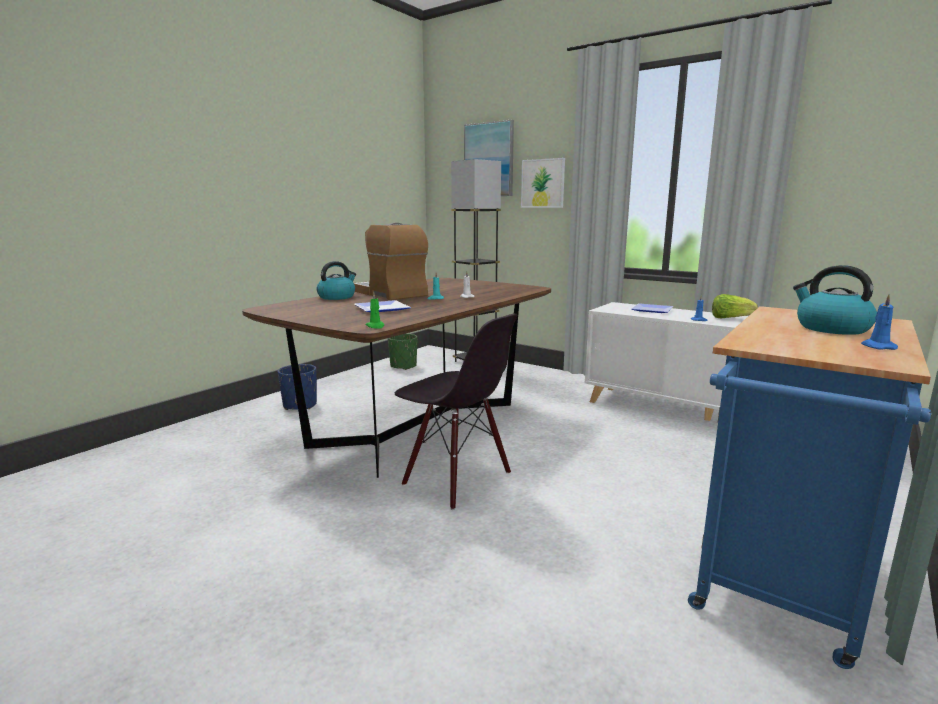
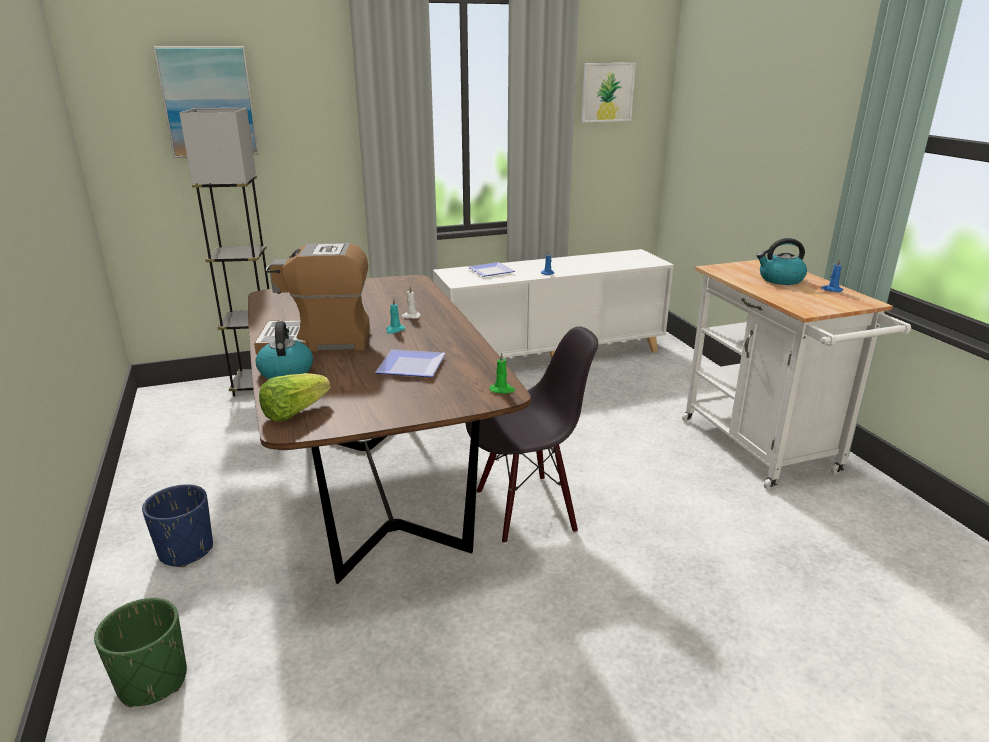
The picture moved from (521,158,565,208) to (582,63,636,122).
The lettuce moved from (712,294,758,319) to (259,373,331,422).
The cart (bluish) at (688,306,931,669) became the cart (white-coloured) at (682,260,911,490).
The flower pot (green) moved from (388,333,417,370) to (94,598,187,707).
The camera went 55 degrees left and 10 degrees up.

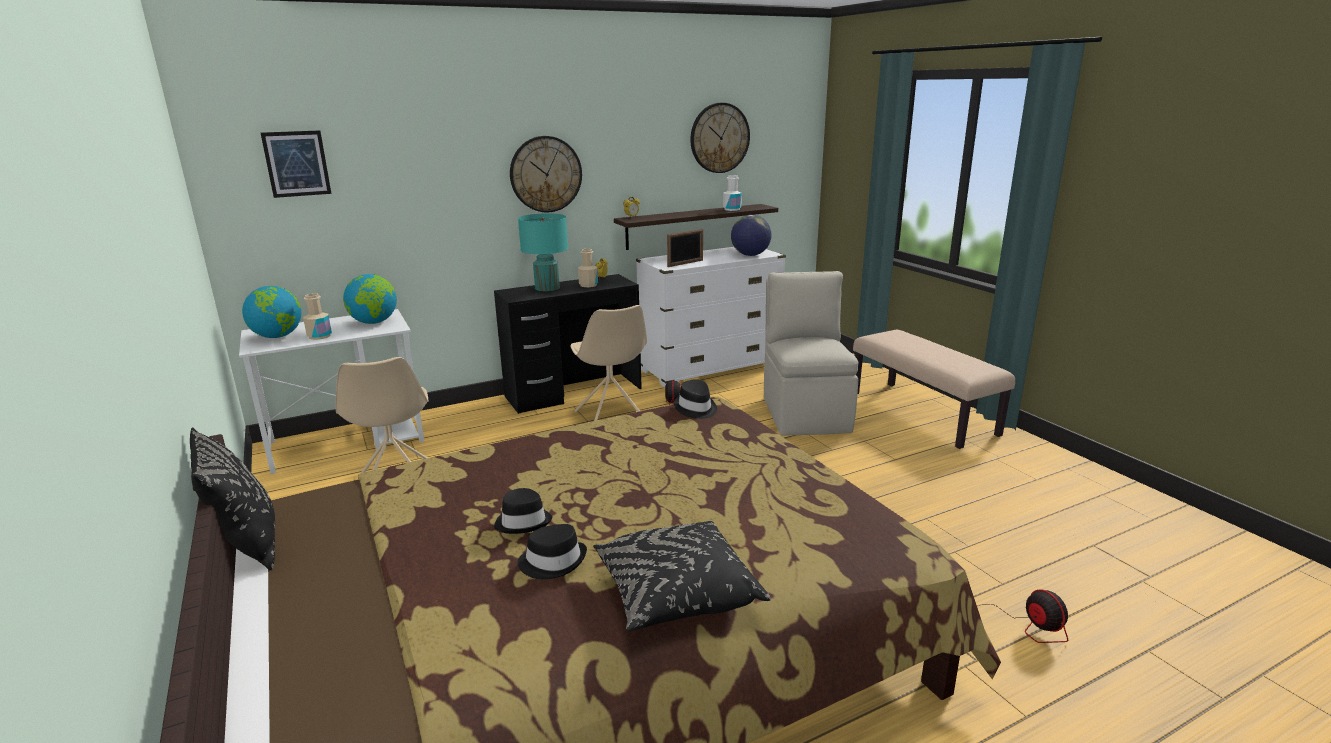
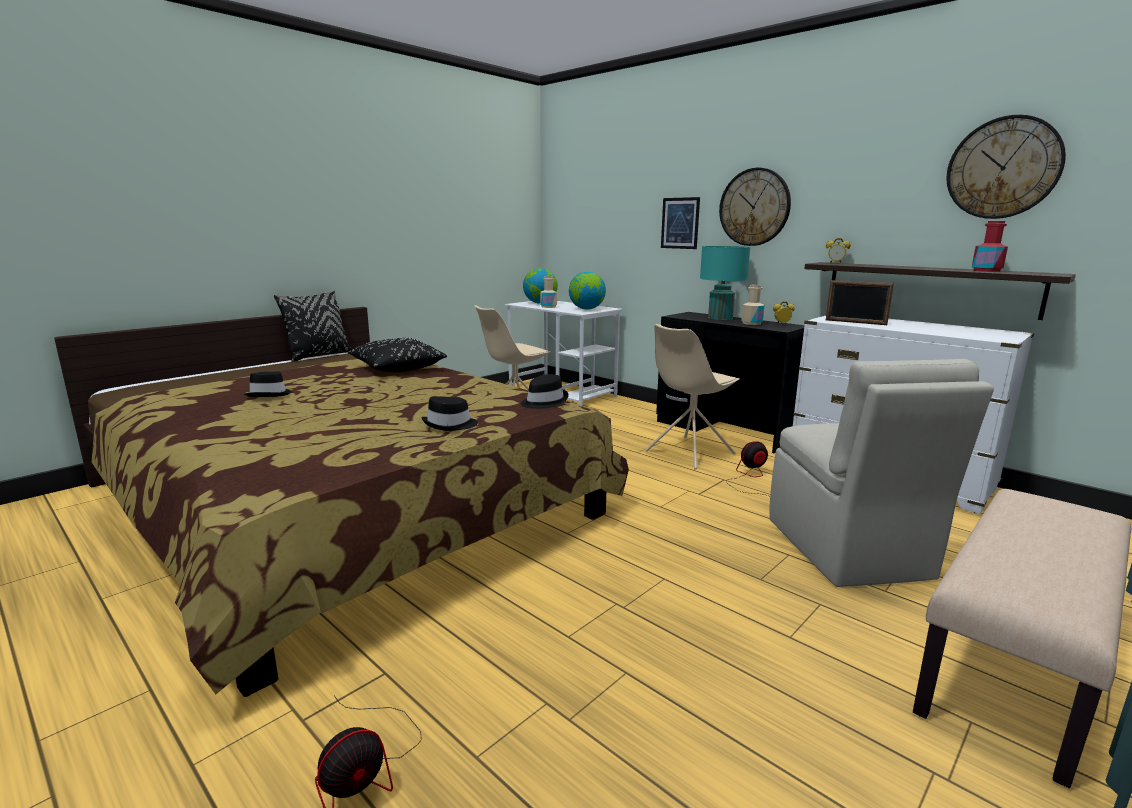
The picture moved from (261,130,331,198) to (661,197,700,249).
The drink bottle (white-coloured) at (723,175,742,211) became the drink bottle (red-coloured) at (972,221,1008,272).
The globe at (731,215,771,256) disappeared.
The plain chair (beige) at (764,271,858,436) turned 105 degrees clockwise.
The wearable hat (blackish) moved from (494,488,552,534) to (421,396,478,431).
The pillow (blackish) moved from (593,521,771,631) to (347,338,447,372).
The camera went 70 degrees right and 5 degrees down.

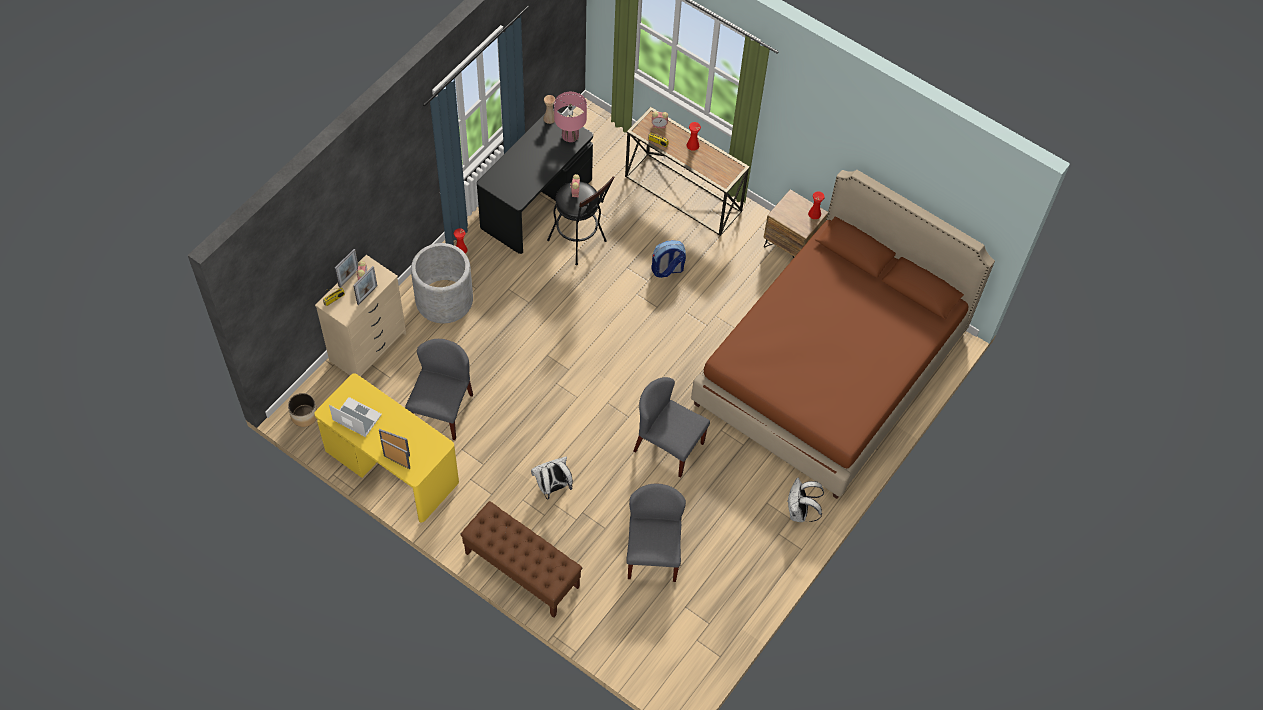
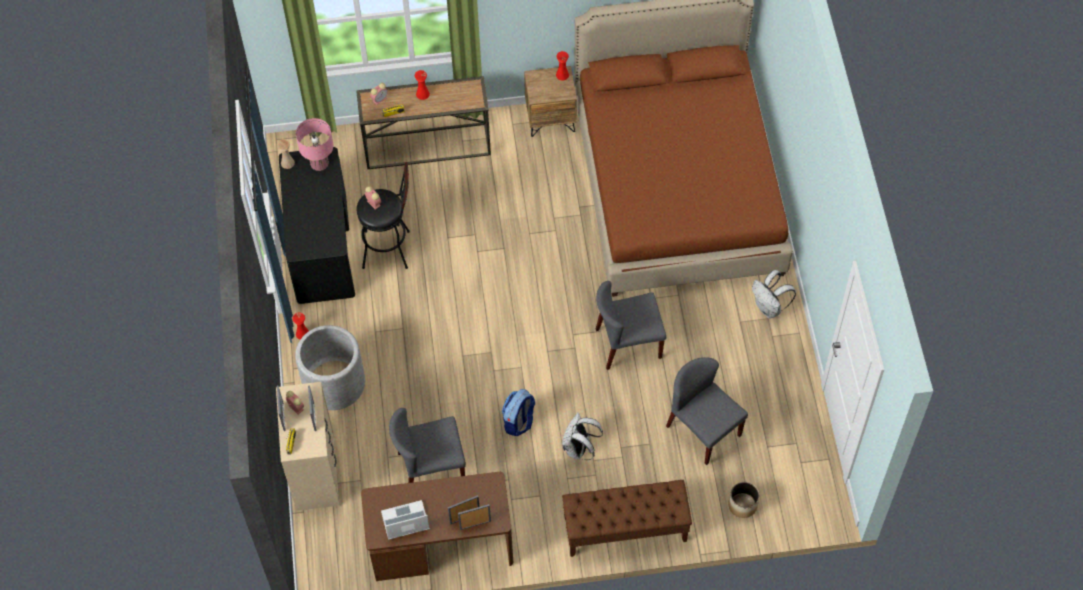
The knapsack moved from (651,240,686,278) to (502,389,535,436).
The plain chair (greyish) at (405,339,473,440) turned 75 degrees counterclockwise.
The desk (yellow-coloured) at (314,373,459,523) became the desk (brownish) at (361,472,513,581).
The flower pot moved from (288,393,317,427) to (728,482,759,518).
The camera went 40 degrees left and 0 degrees up.

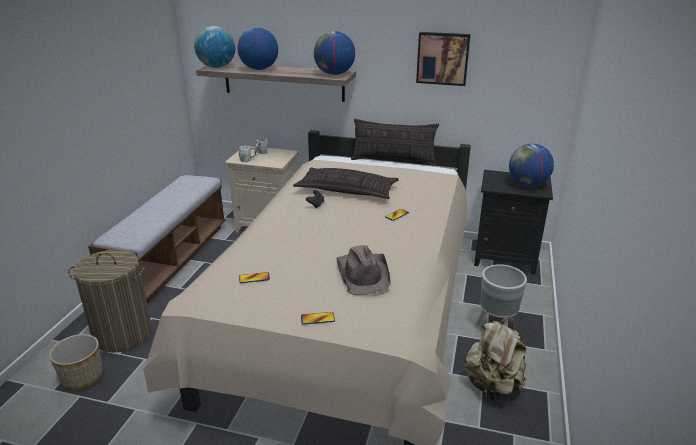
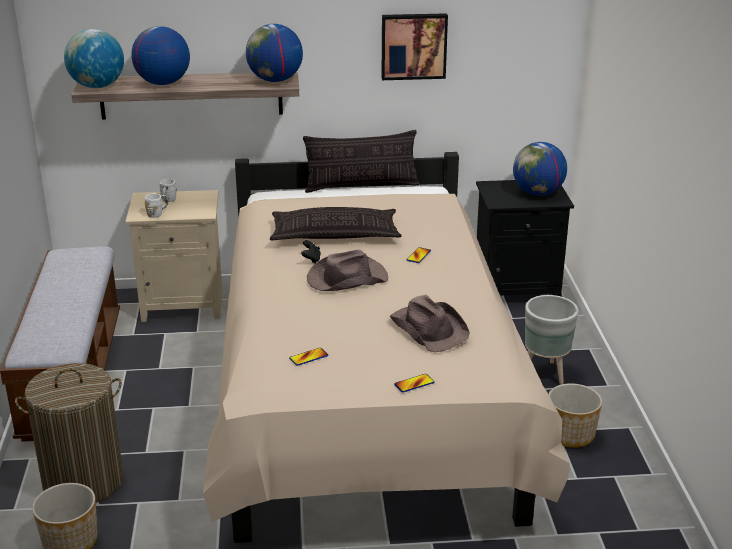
The knapsack (beige) at (465,318,526,400) was replaced by the flower pot at (549,383,602,448).
The wearable hat (brownish) at (307,250,388,291) appeared.
The camera went 20 degrees left and 0 degrees up.

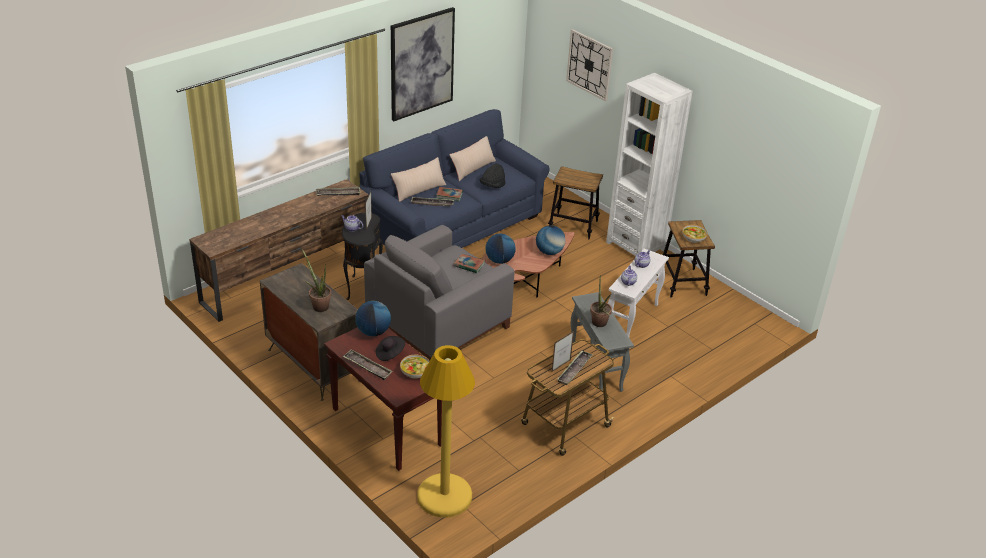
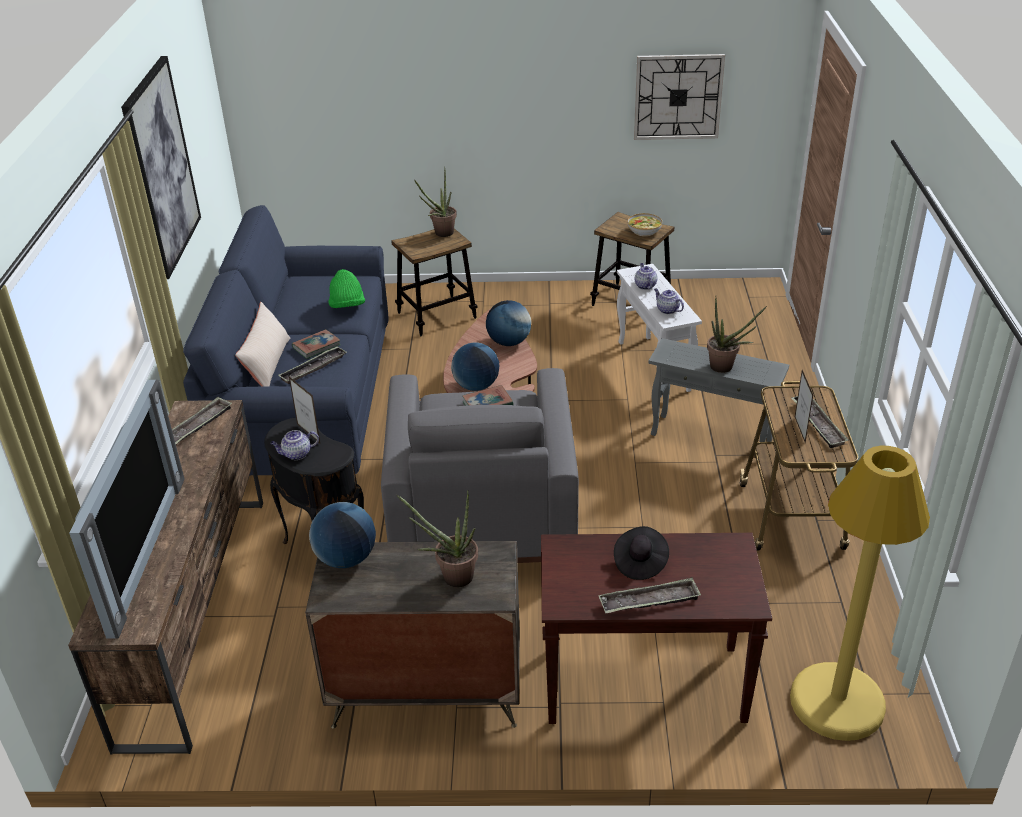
The clock on the wall moved from (566,29,613,101) to (634,54,725,140).
The bookshelf (white-coloured) at (606,73,693,256) disappeared.
The pillow (beige) at (449,136,496,181) disappeared.
The wearable hat (blackish) at (479,164,506,188) became the wearable hat (green) at (328,269,365,308).
The globe moved from (355,301,391,336) to (309,502,376,568).
The deep dish at (400,355,429,378) disappeared.
The potted plant at (414,166,457,237) appeared.
The television at (69,380,185,639) appeared.
The camera went 45 degrees left and 0 degrees up.

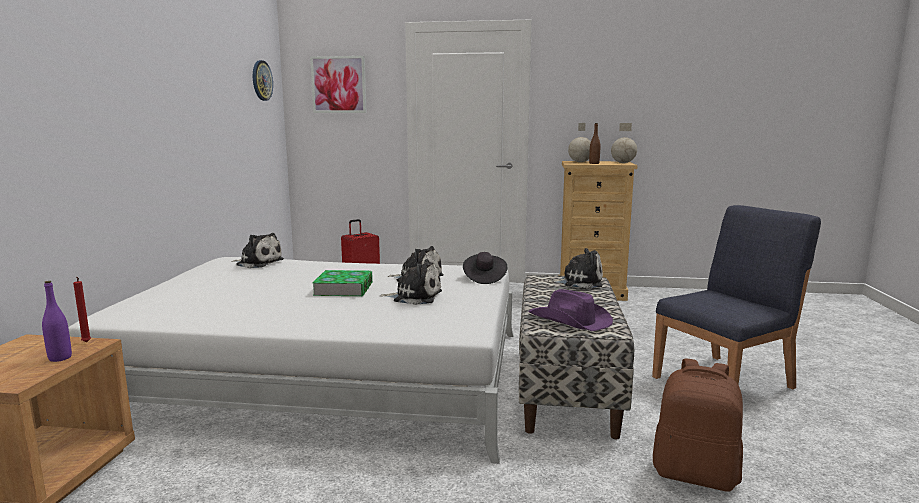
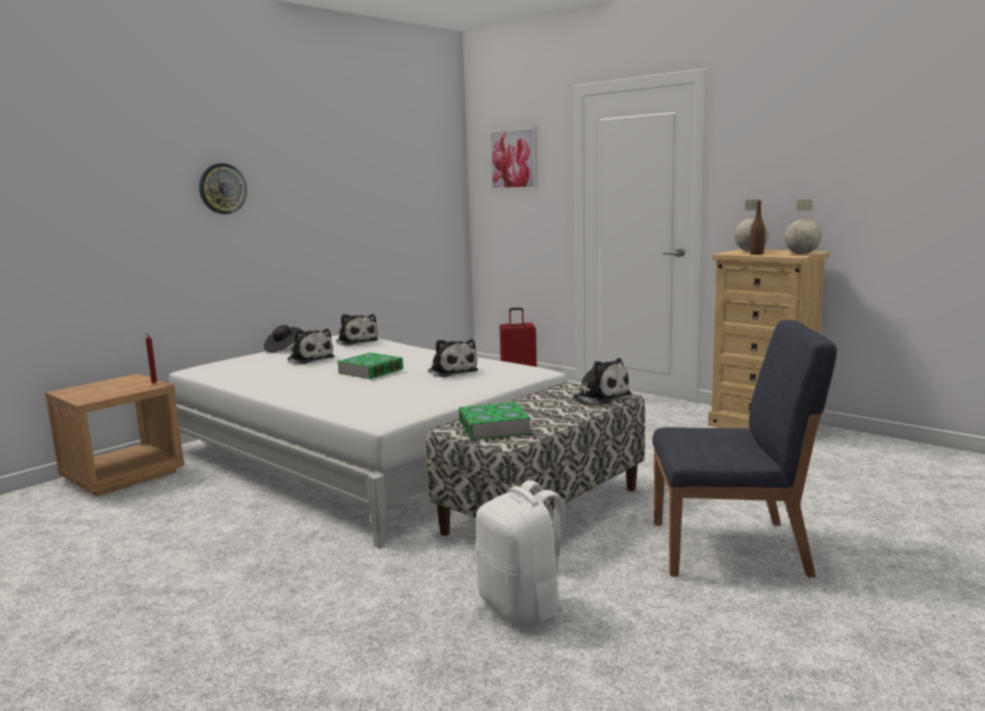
The clock on the wall moved from (253,60,273,101) to (199,163,247,214).
The wearable hat (blackish) moved from (463,252,507,284) to (264,325,302,352).
The cuddly toy moved from (381,259,442,305) to (287,329,335,364).
The drink bottle (purple-coloured) at (42,281,72,362) disappeared.
The wearable hat (purple-coloured) at (529,289,613,331) was replaced by the bound book at (459,402,531,440).
The knapsack (brownish) at (653,359,743,492) became the knapsack (white-coloured) at (476,480,577,628).
The camera went 35 degrees right and 0 degrees up.

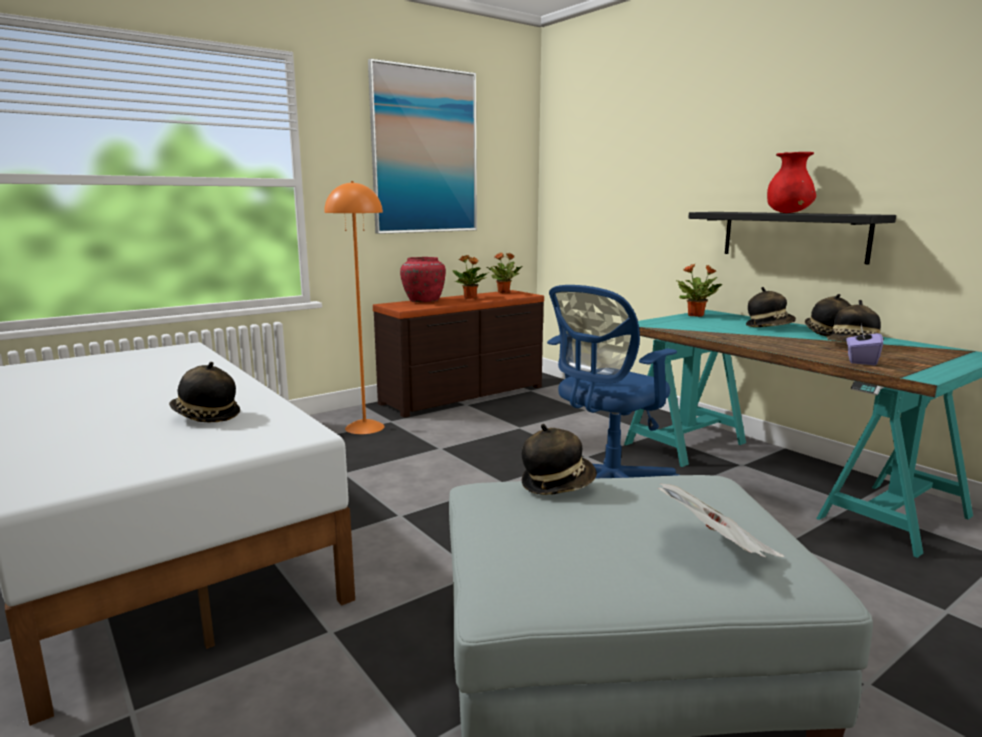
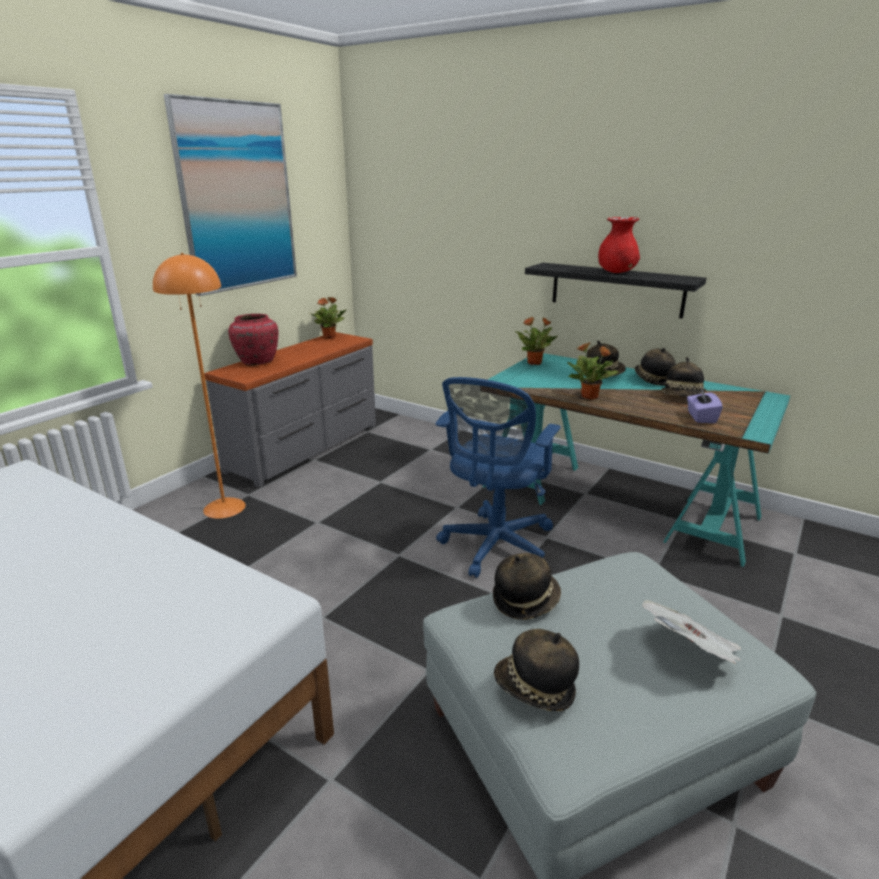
The potted plant moved from (453,255,489,299) to (567,342,619,400).
The chest of drawers (brownish) at (373,290,544,418) became the chest of drawers (greyish) at (204,332,376,487).
The wearable hat moved from (169,362,240,422) to (494,629,579,711).
The camera went 20 degrees left and 10 degrees up.

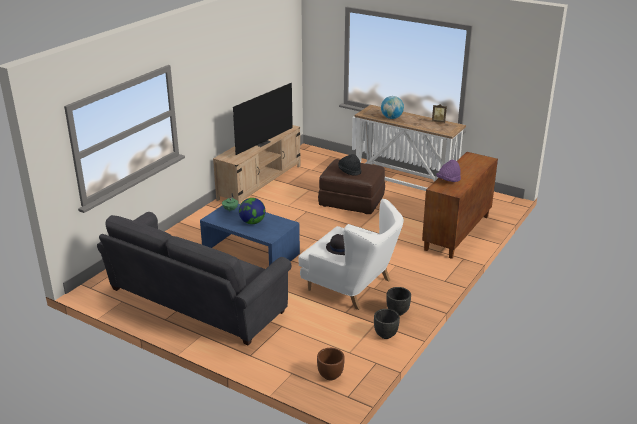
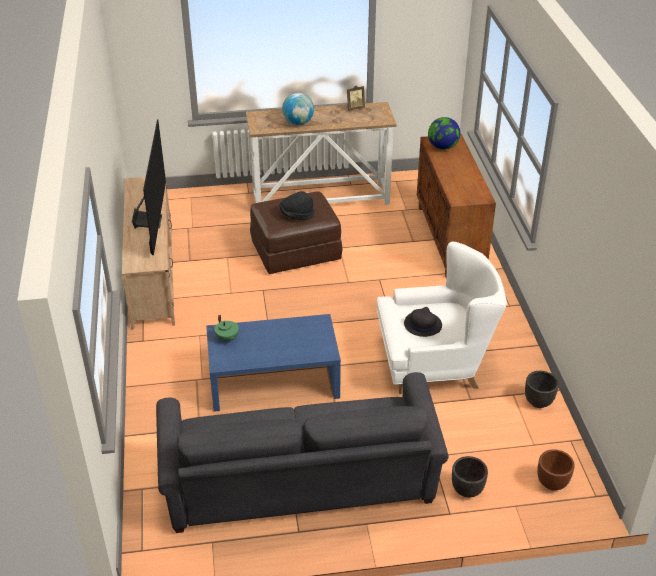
The wearable hat (purple-coloured) at (436,160,461,182) disappeared.
The globe moved from (239,198,265,224) to (428,117,460,150).
The flower pot (blackish) moved from (386,287,411,316) to (452,456,488,498).
The camera went 40 degrees left and 10 degrees up.

